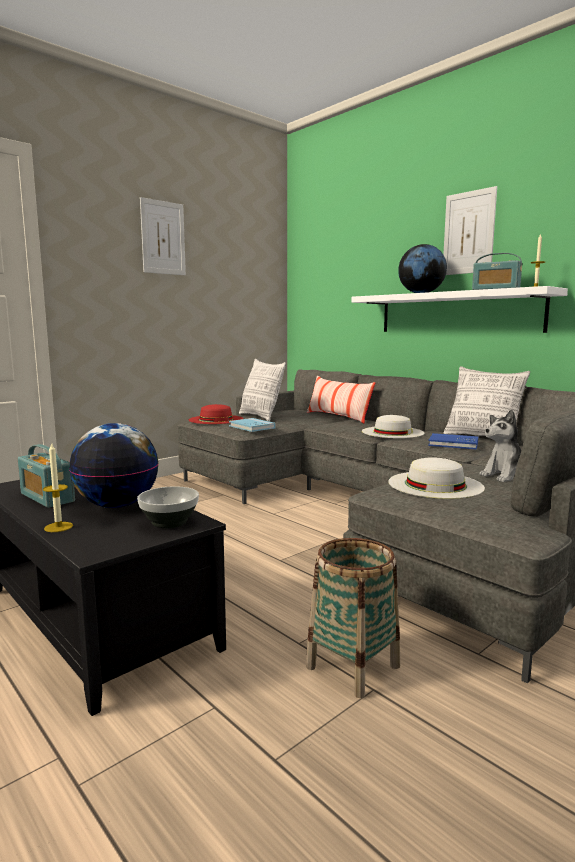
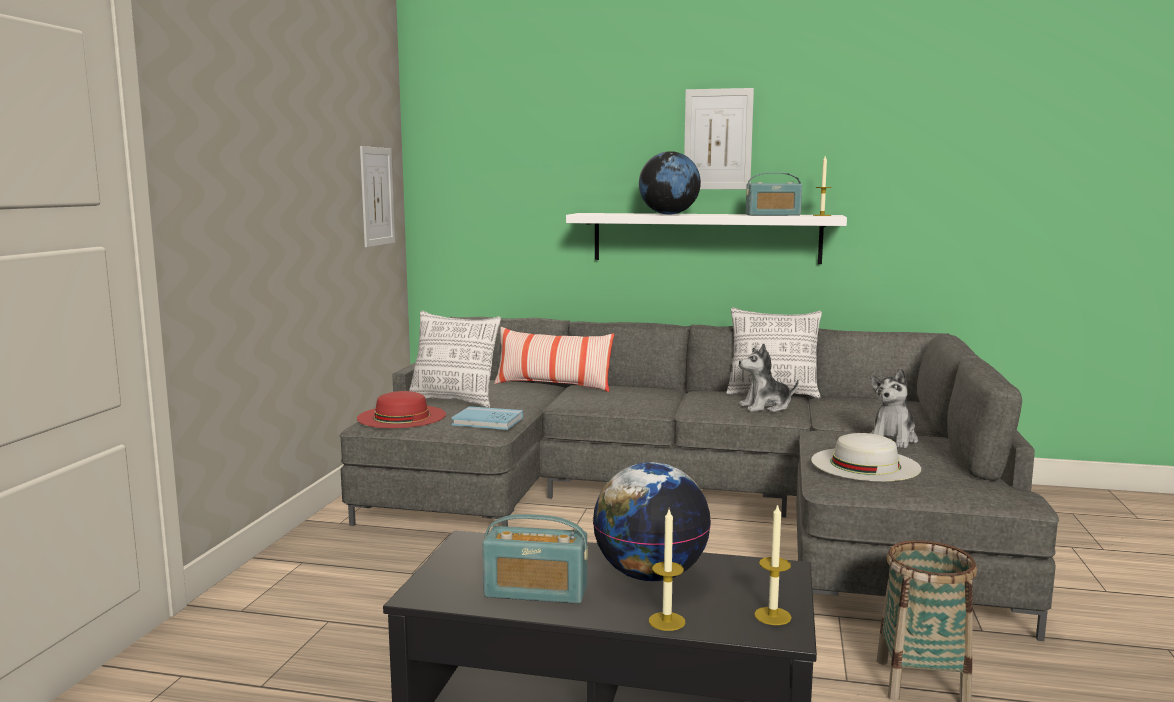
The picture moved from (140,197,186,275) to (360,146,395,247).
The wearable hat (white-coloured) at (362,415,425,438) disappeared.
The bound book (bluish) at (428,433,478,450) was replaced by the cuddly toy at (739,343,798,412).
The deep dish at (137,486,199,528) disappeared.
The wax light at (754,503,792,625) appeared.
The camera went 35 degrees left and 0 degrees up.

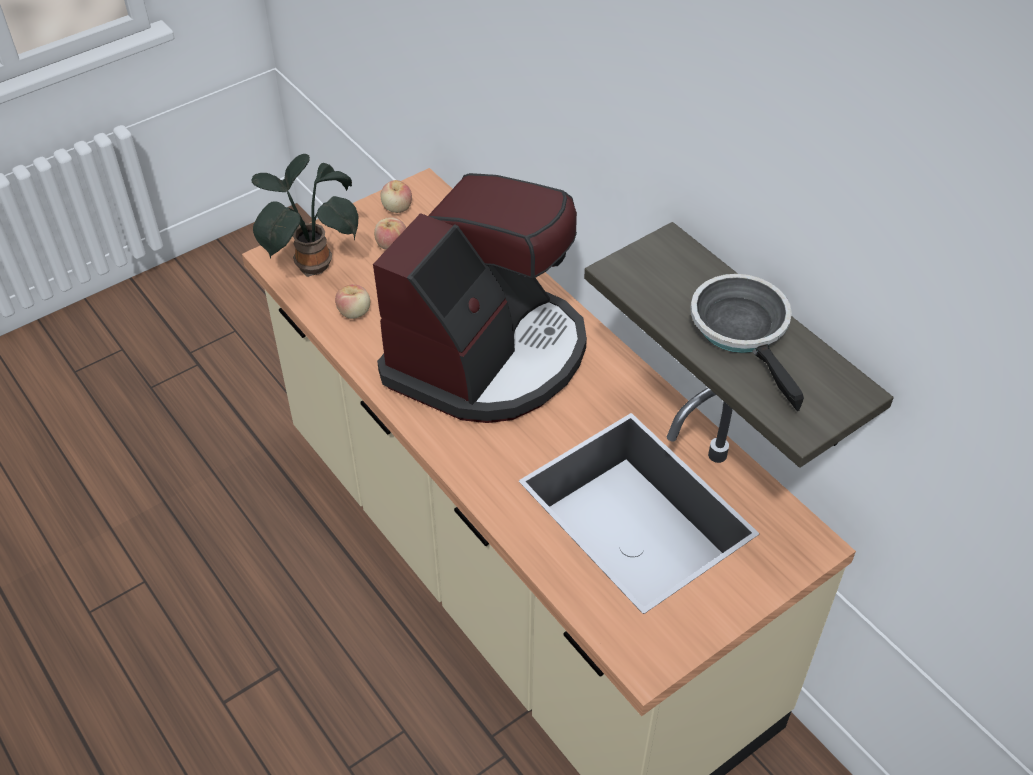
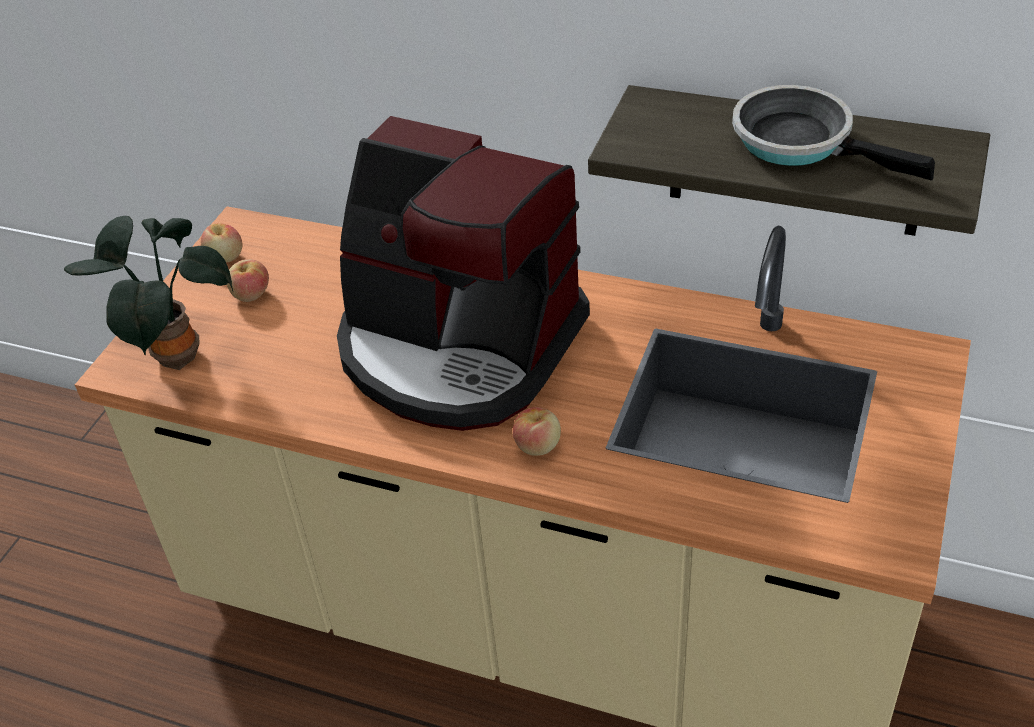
The coffee maker at (373,173,587,423) turned 120 degrees clockwise.
The apple fruit moved from (335,285,370,319) to (513,407,561,456).
The camera went 30 degrees left and 5 degrees down.

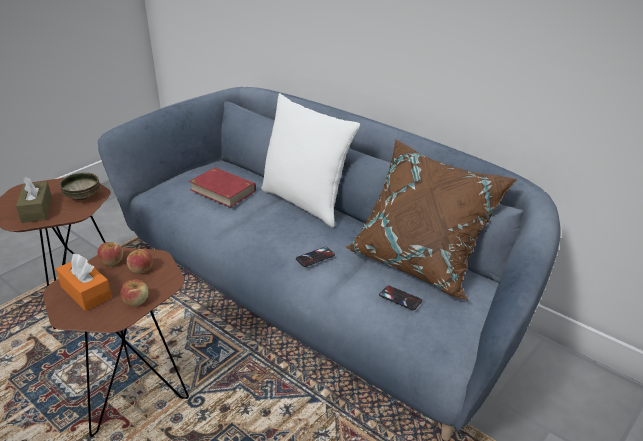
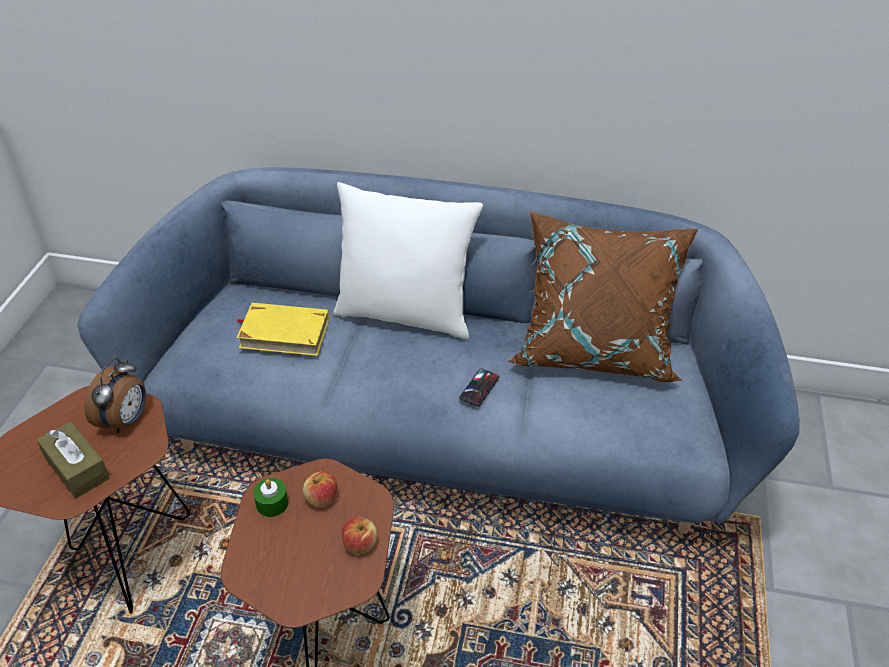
The bound book (red-coloured) at (189,167,256,207) became the bound book (yellow-coloured) at (237,303,329,356).
The deep dish at (60,173,100,200) was replaced by the bedside clock at (84,358,146,433).
The apple fruit at (97,242,123,266) was replaced by the wax light (green) at (253,478,288,517).
The box of tissues (orangey) at (56,254,112,311) disappeared.
The phone at (379,285,422,310) disappeared.
The camera went 30 degrees left and 10 degrees up.

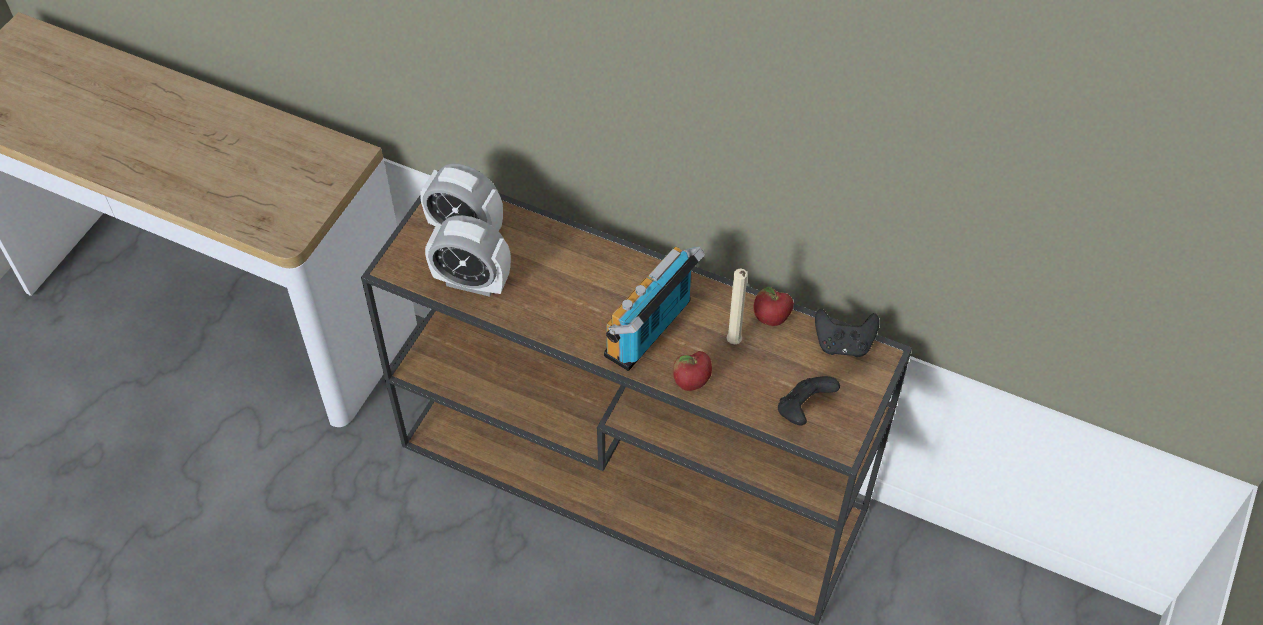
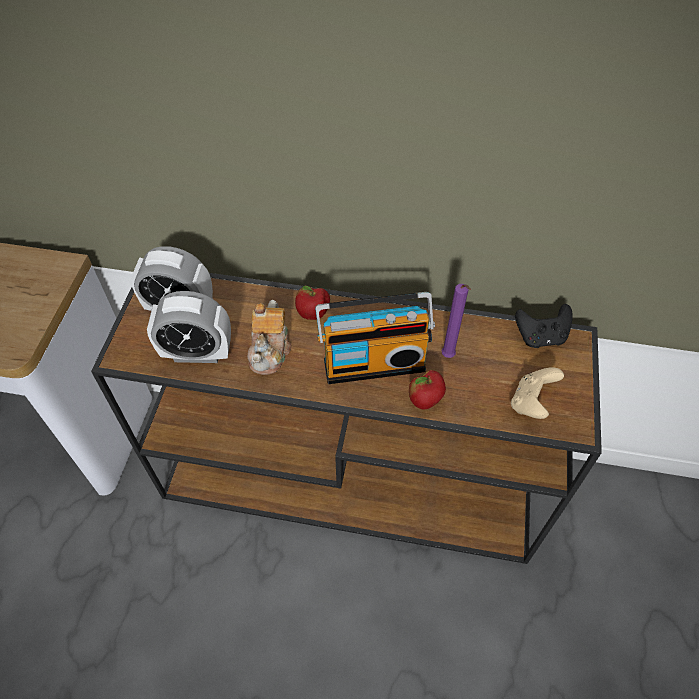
The radio at (604,246,705,371) turned 120 degrees counterclockwise.
The wax light (beige) at (727,269,748,344) became the wax light (purple-coloured) at (442,284,471,358).
The apple fruit moved from (754,287,794,326) to (295,286,330,320).
The gamepad (blackish) at (778,376,840,425) became the gamepad (beige) at (511,367,564,419).
The tea pot at (247,300,292,375) appeared.
The camera went 15 degrees left and 0 degrees up.

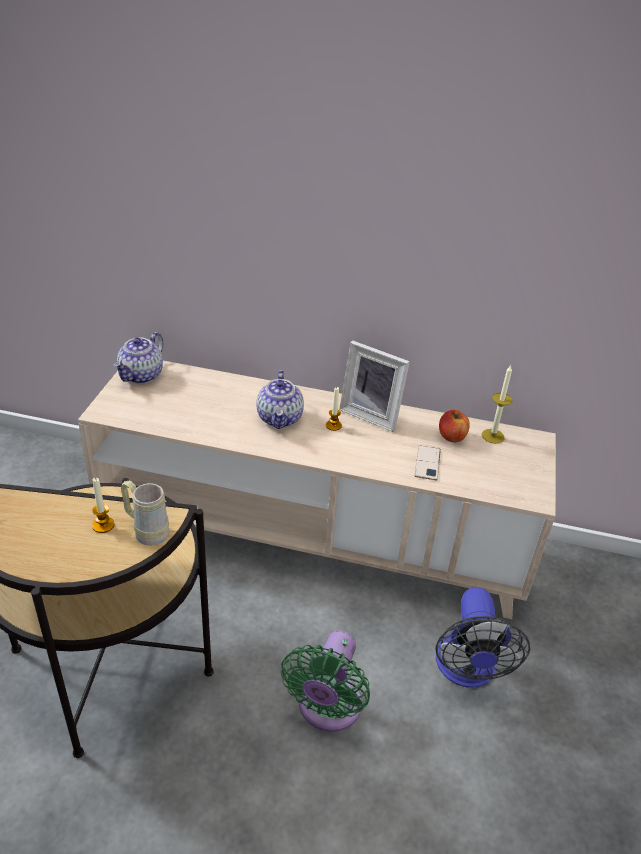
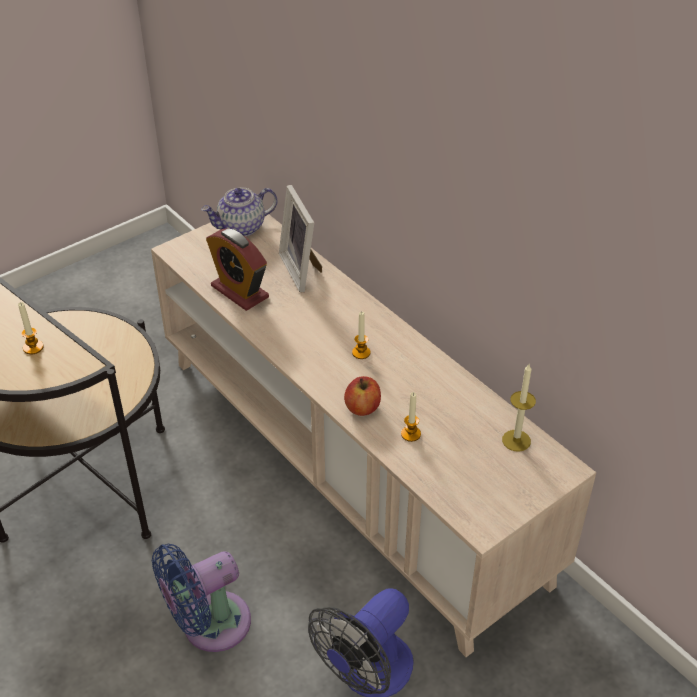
The standing frame moved from (339,341,410,432) to (279,185,322,293).
The tea pot at (257,370,304,429) disappeared.
The apple fruit moved from (439,410,470,442) to (344,376,381,416).
The phone at (415,445,441,481) was replaced by the wax light at (401,392,421,442).
The mug (beige) at (121,480,170,546) disappeared.
The electric fan (green) at (281,630,370,732) became the electric fan (bluish) at (152,544,251,652).
The bedside clock at (206,228,269,311) appeared.
The camera went 40 degrees right and 5 degrees up.

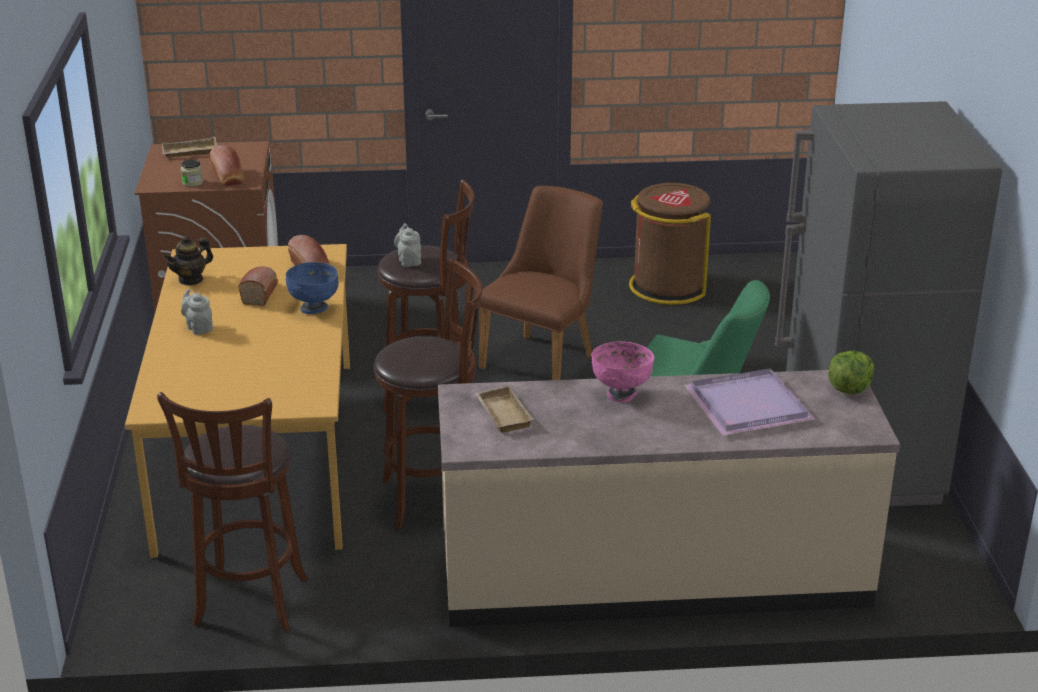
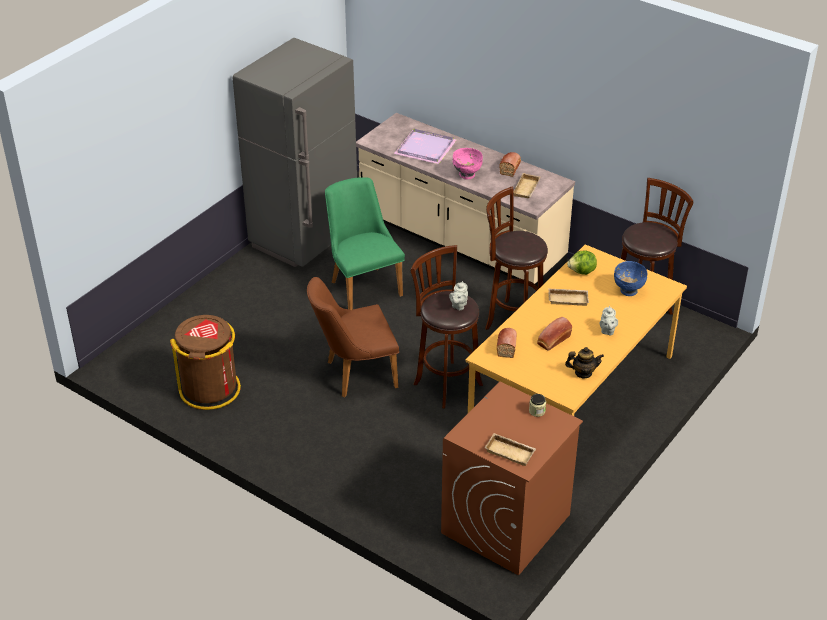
The bakery bread moved from (210,145,244,187) to (499,152,521,177).
The deep dish (bluish) moved from (286,262,339,314) to (614,261,648,296).
The lettuce moved from (828,351,874,394) to (567,250,597,275).
The carrying tray (beige) at (548,288,589,306) appeared.
The camera went 140 degrees left and 10 degrees up.

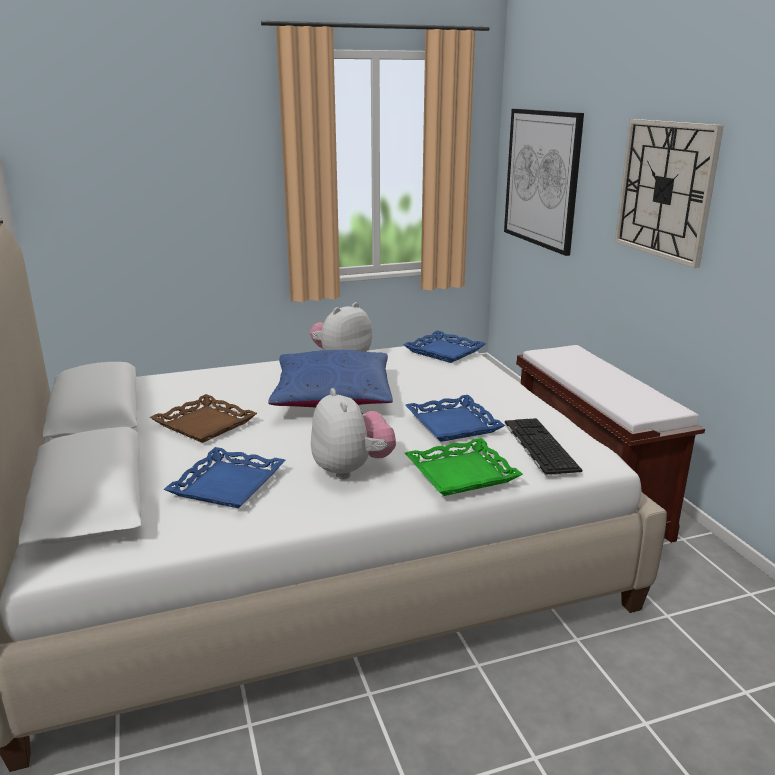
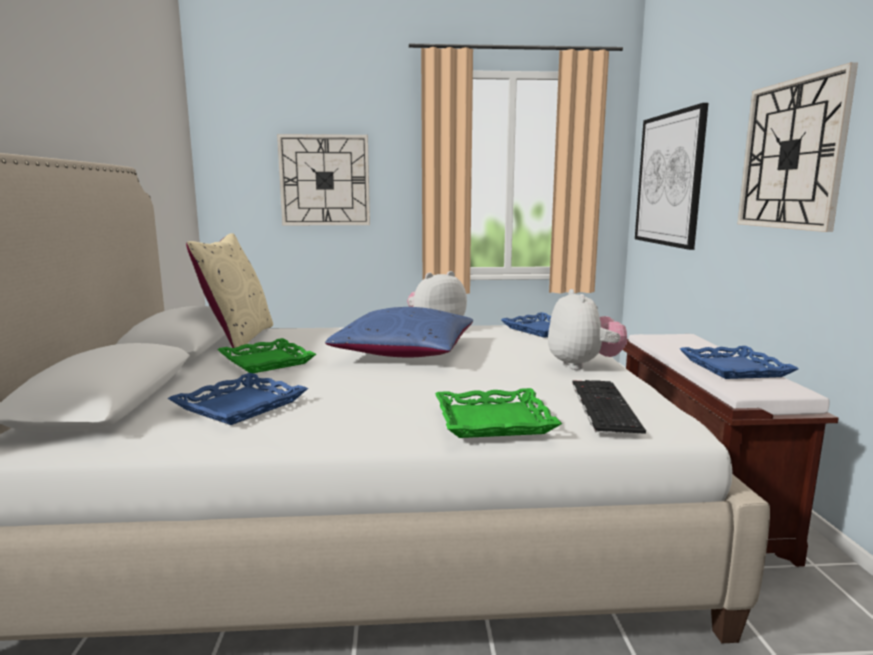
The cuddly toy moved from (311,388,396,479) to (548,289,627,370).
The carrying tray (brownish) at (150,394,257,443) became the carrying tray (green) at (217,338,316,373).
The carrying tray (bluish) moved from (405,395,505,442) to (680,346,799,379).
The clock on the wall at (277,134,370,225) appeared.
The pillow (beige) at (186,233,273,352) appeared.
The camera went 15 degrees right and 10 degrees down.

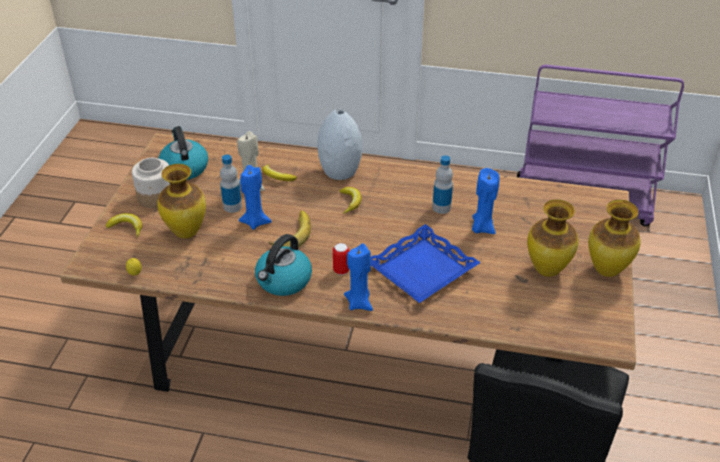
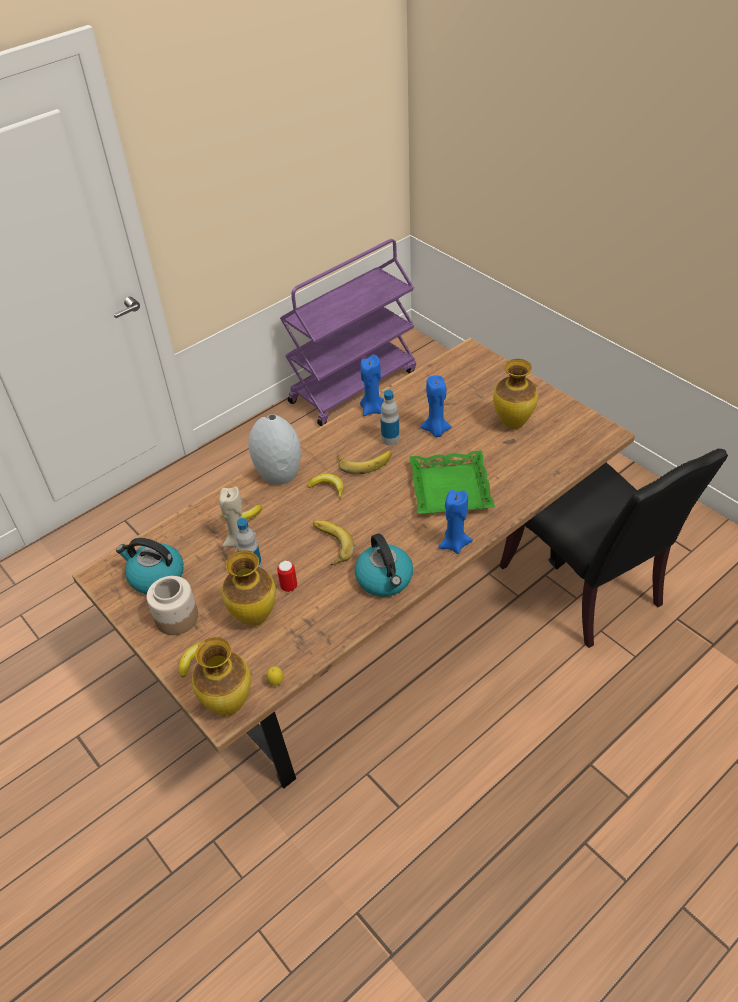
The wax light (bluish) moved from (239,165,272,230) to (360,355,384,416).
The vase moved from (588,200,641,277) to (192,637,251,715).
The carrying tray (bluish) at (371,224,481,303) became the carrying tray (green) at (409,450,495,514).
The sealed can moved from (333,243,349,275) to (277,561,297,592).
The banana fruit at (337,451,391,474) appeared.
The camera went 50 degrees left and 5 degrees up.

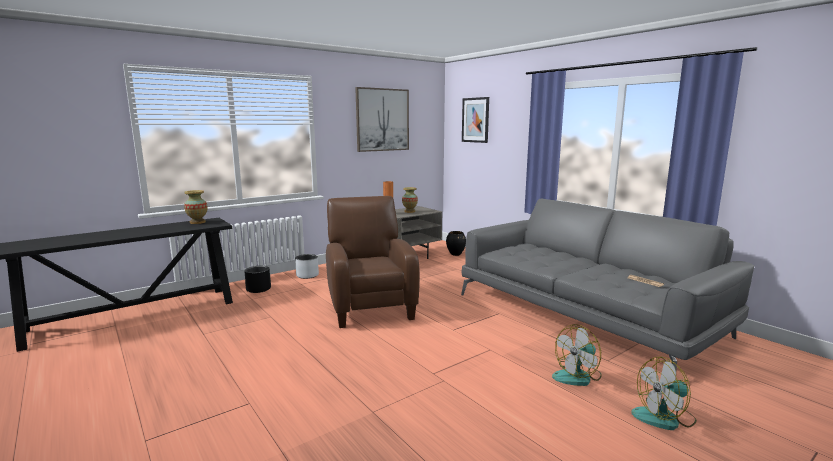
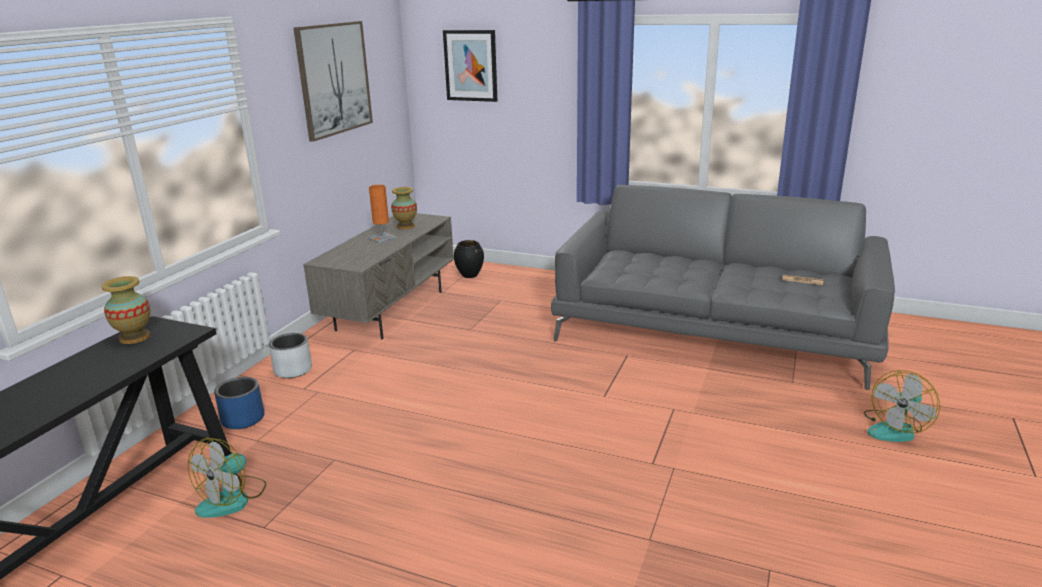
The armchair (brownish) at (326,196,420,328) disappeared.
The flower pot (blackish) at (244,266,271,293) became the flower pot (bluish) at (214,377,264,429).
The electric fan moved from (552,324,602,386) to (188,438,266,518).
The camera went 30 degrees left and 10 degrees up.

